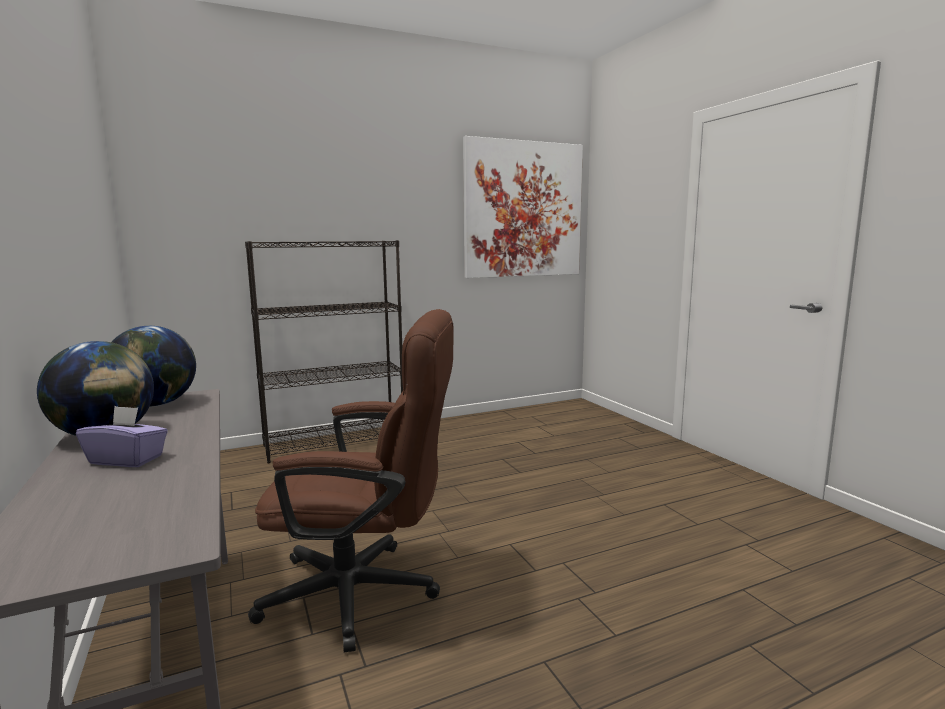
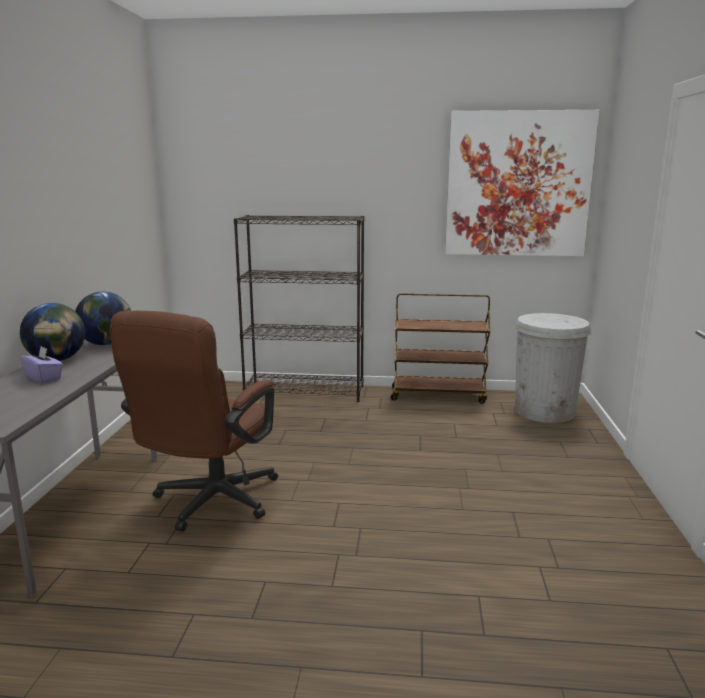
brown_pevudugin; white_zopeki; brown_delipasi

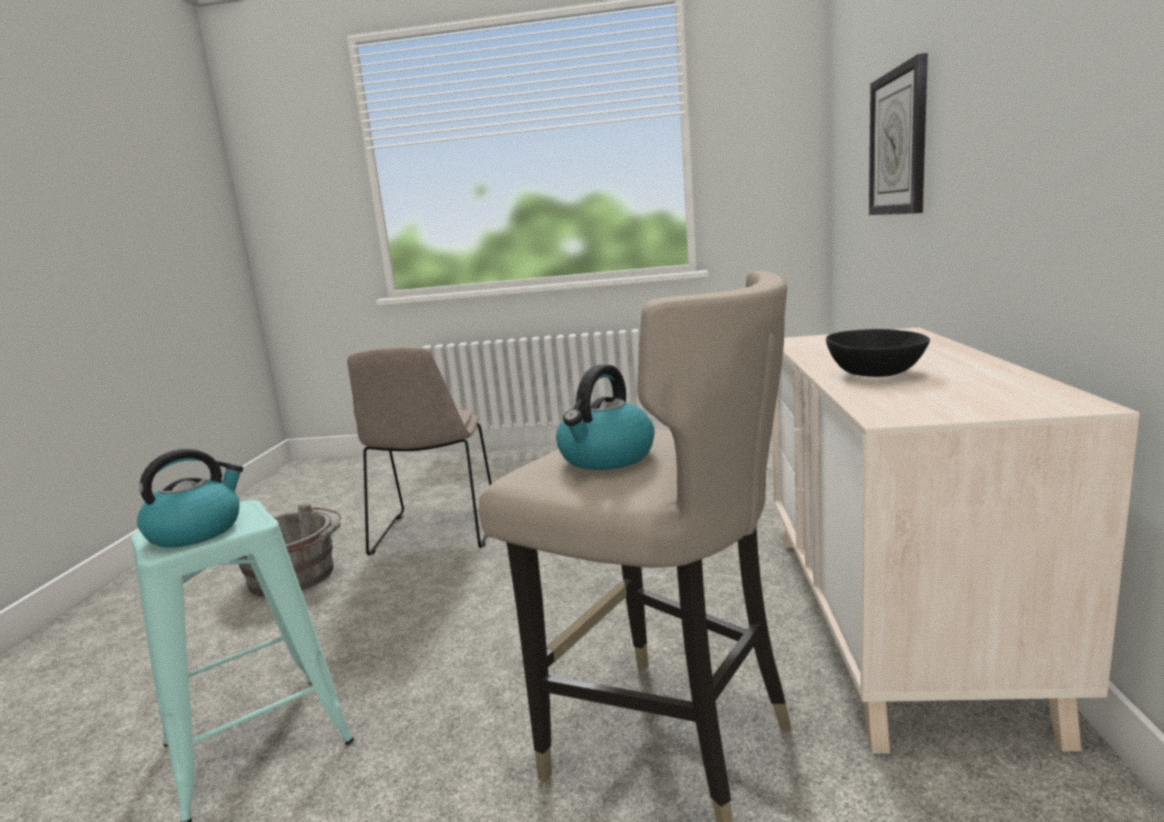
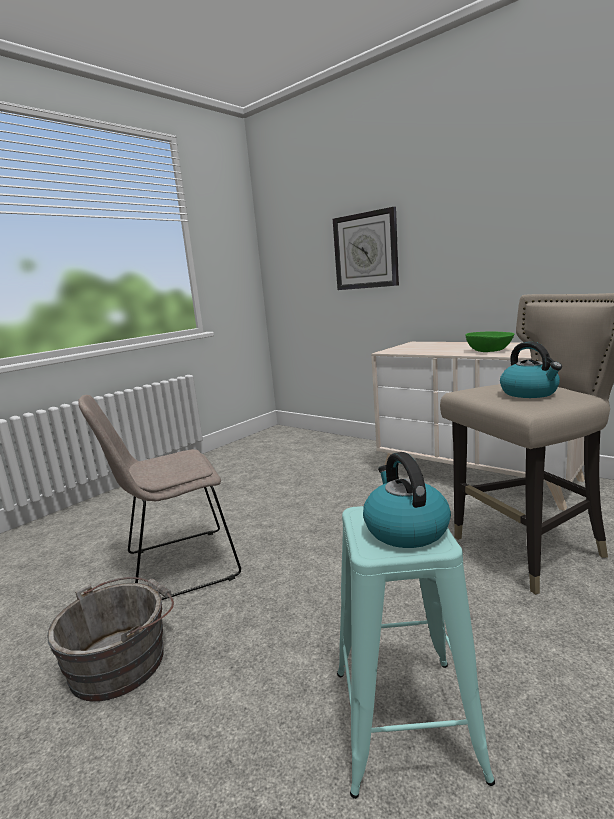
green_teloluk; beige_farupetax

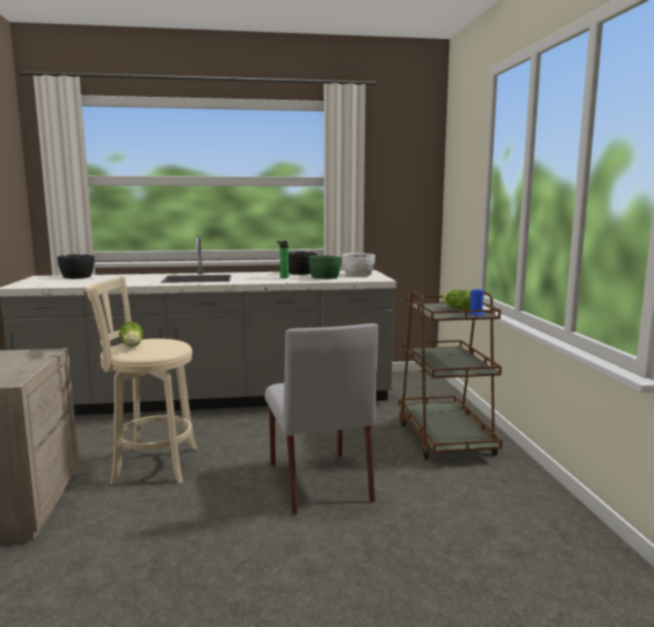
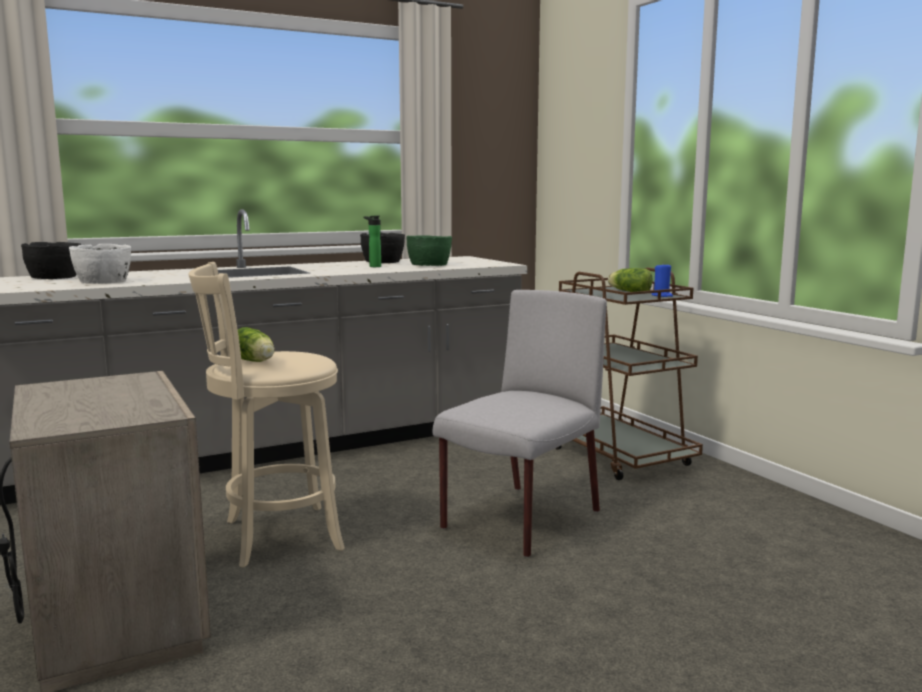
white_teloluk; grey_farupetax

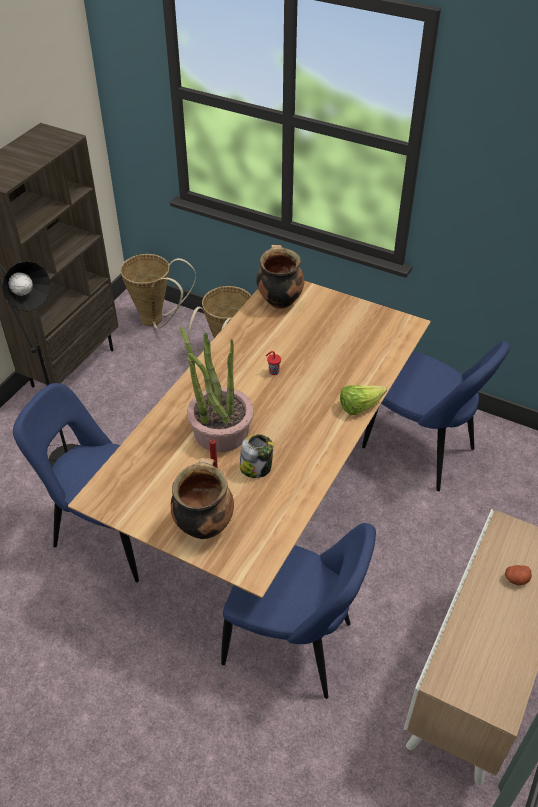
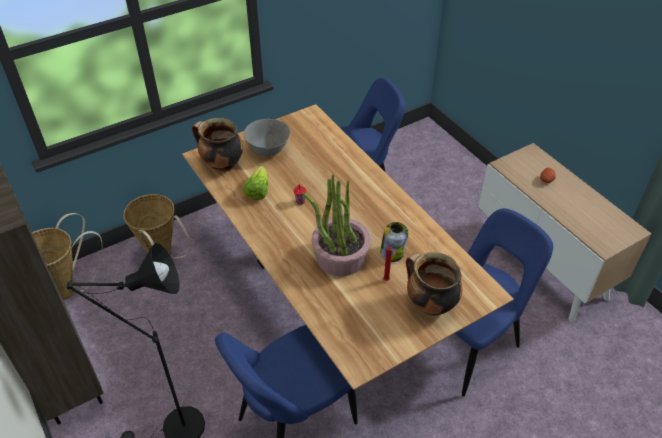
grey_teloluk; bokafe

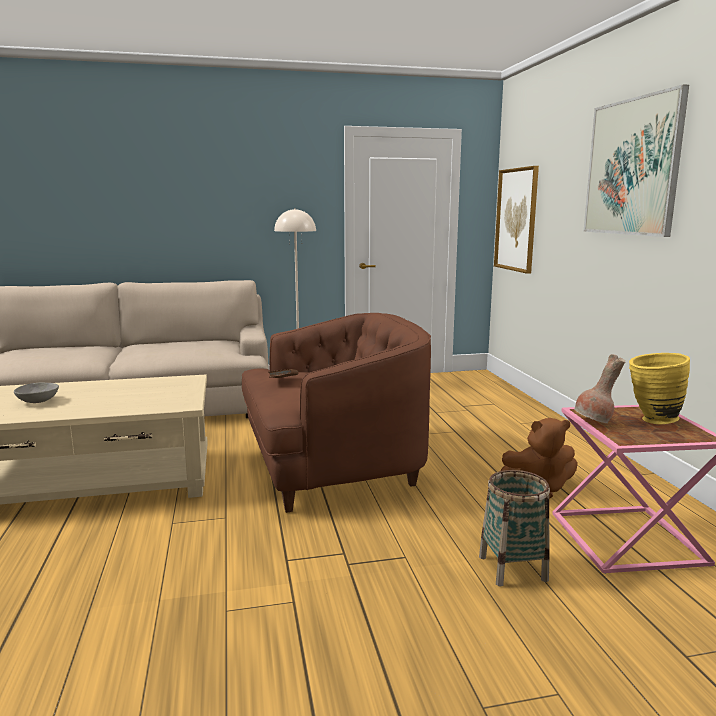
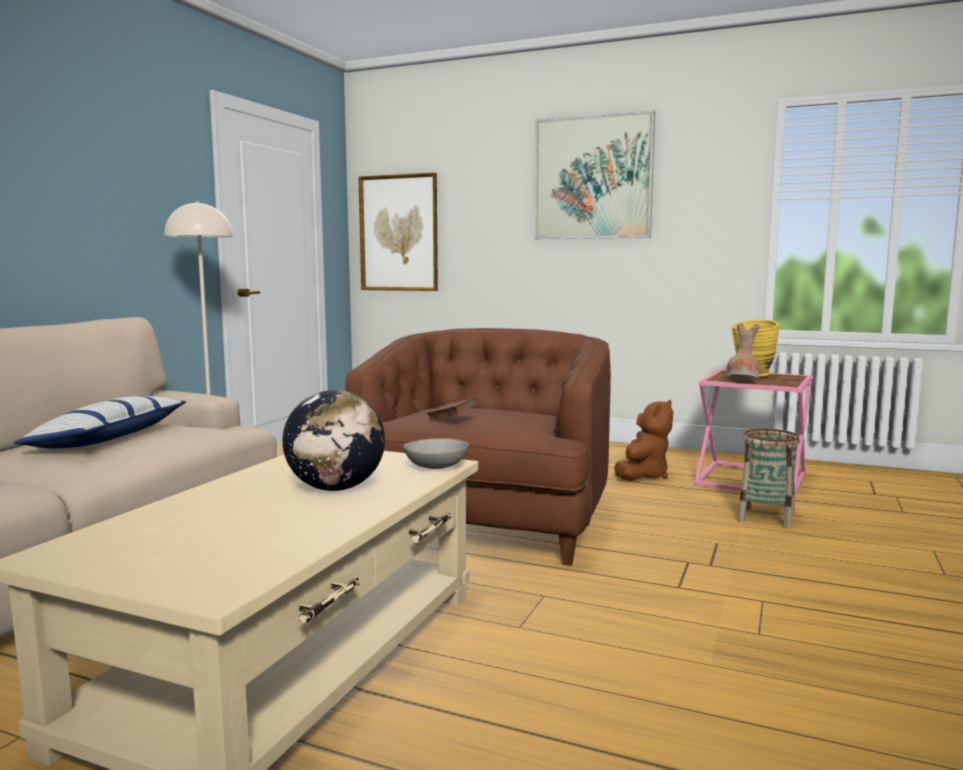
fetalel; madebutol; grey_teloluk

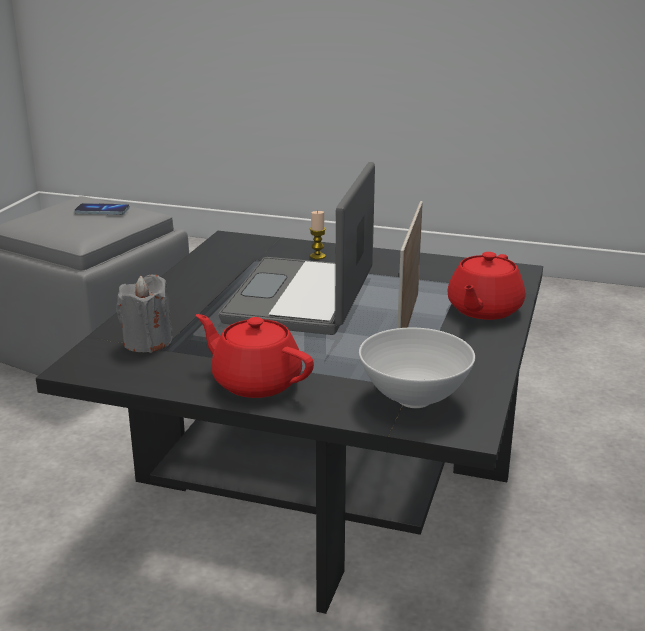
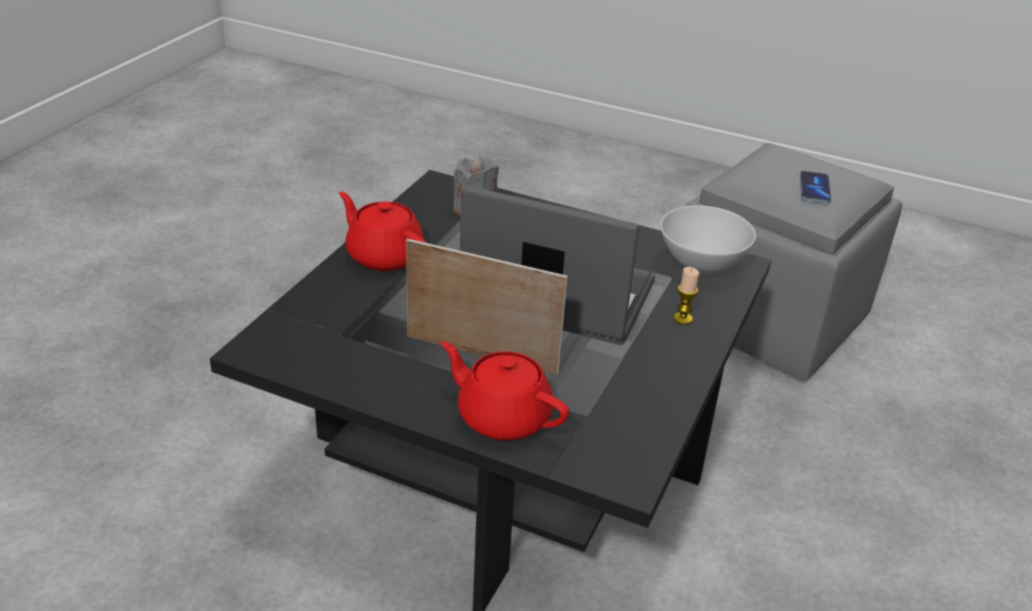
white_teloluk; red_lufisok (no. 1 from left)

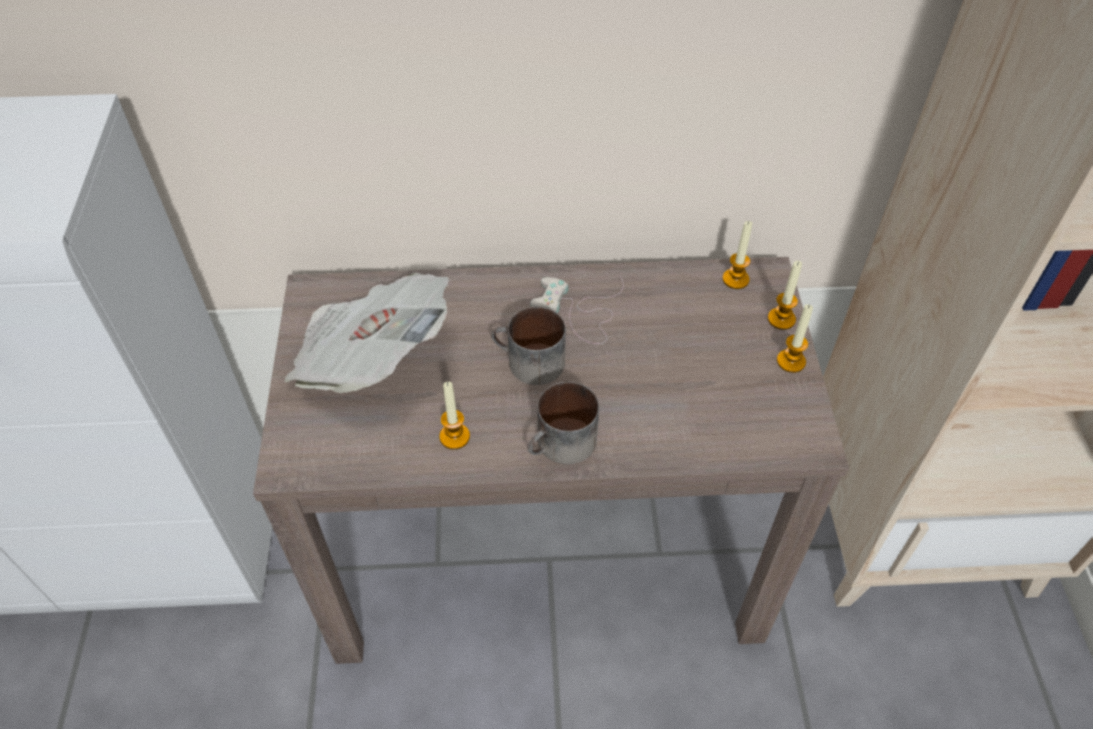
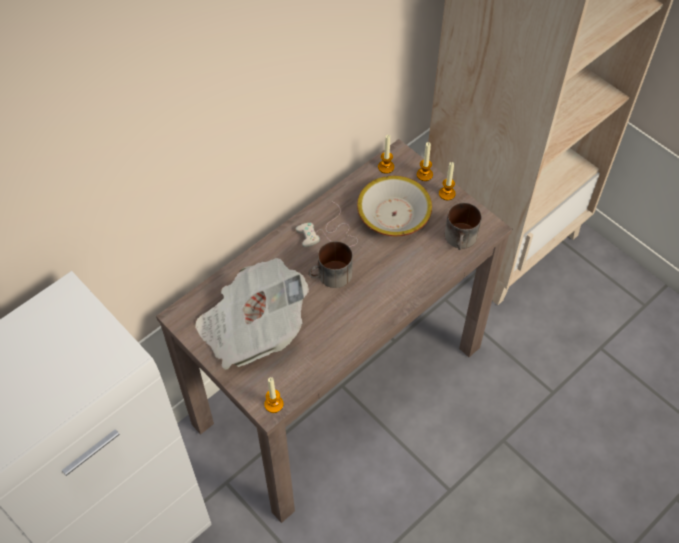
teloluk; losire (no. 1 from left); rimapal (no. 2 from left)

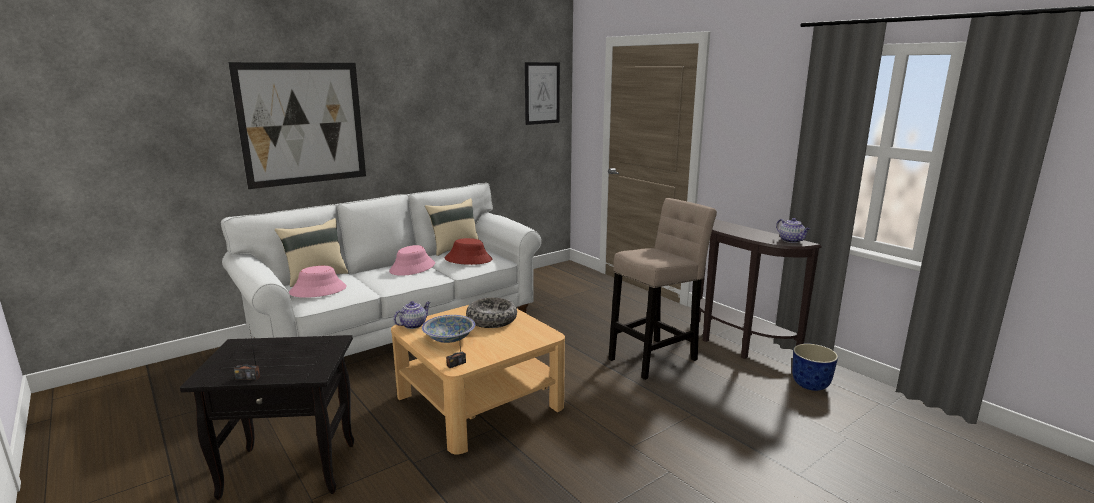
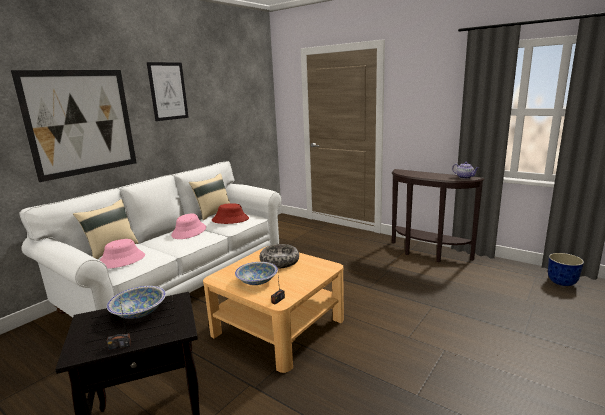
lufisok (no. 1 from left in the first image); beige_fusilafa; teloluk (no. 1 from left); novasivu (no. 2 from left); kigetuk

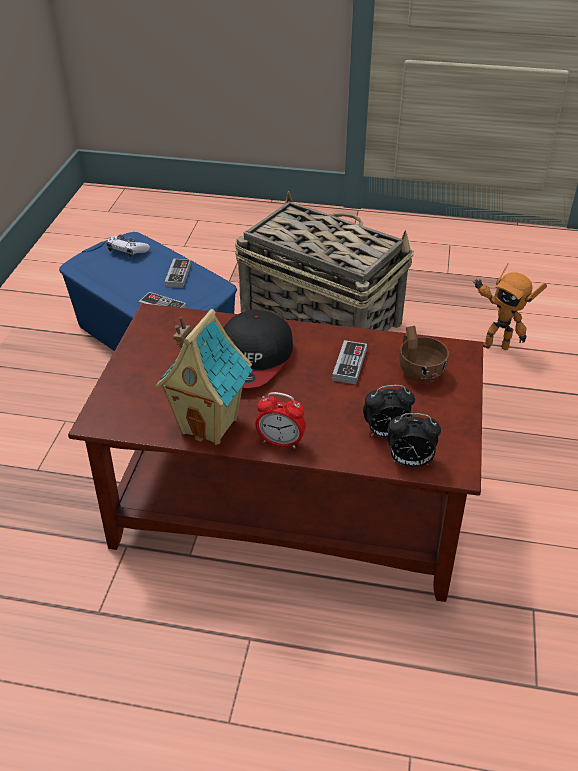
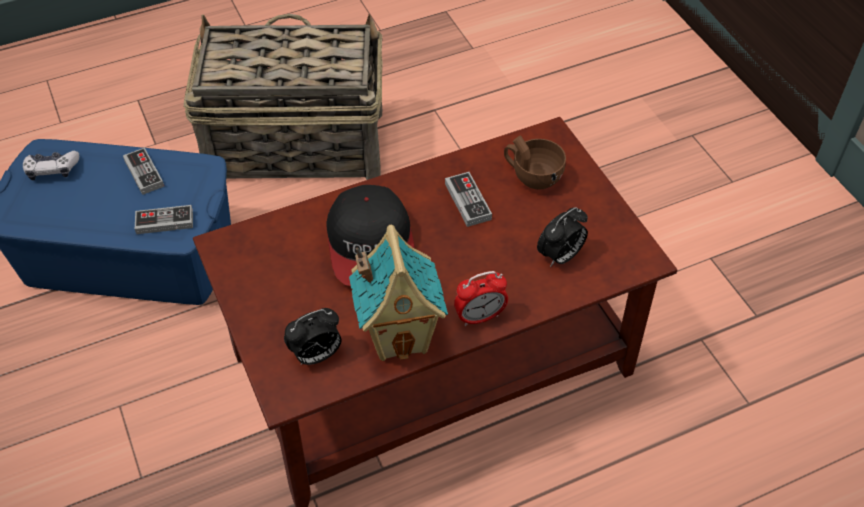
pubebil; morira (no. 1 from left)

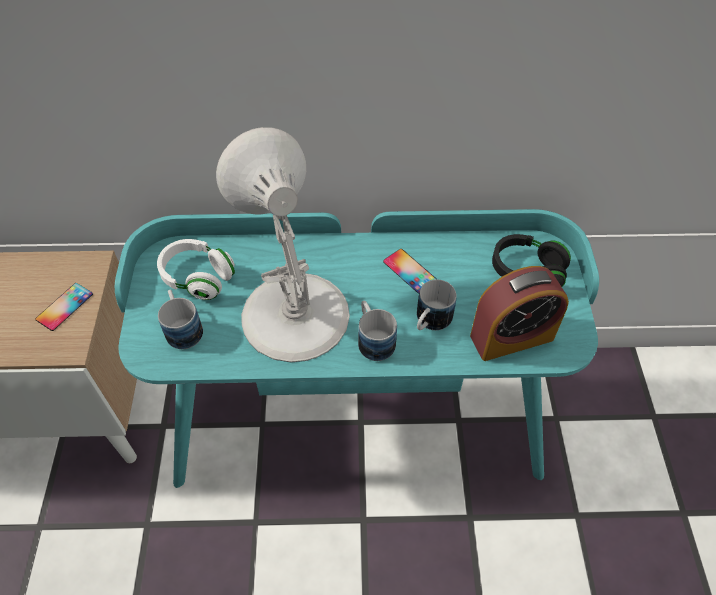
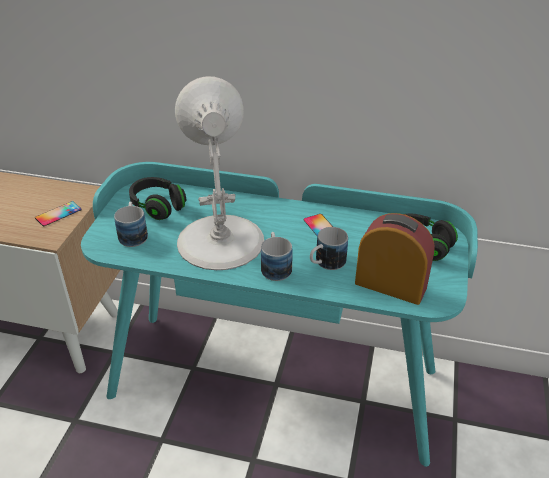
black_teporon (no. 1 from left); morira

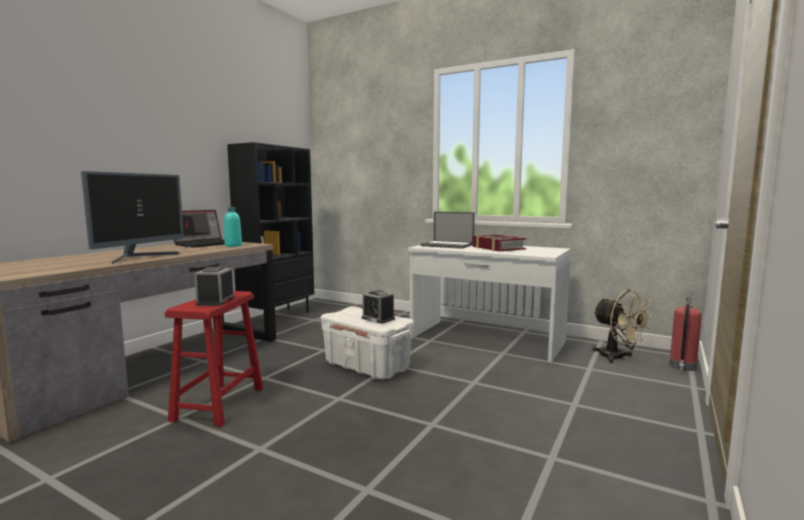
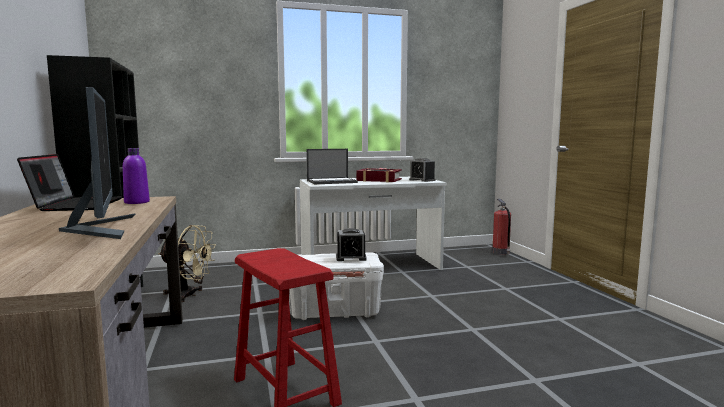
morira (no. 2 from left); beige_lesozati; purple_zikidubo

